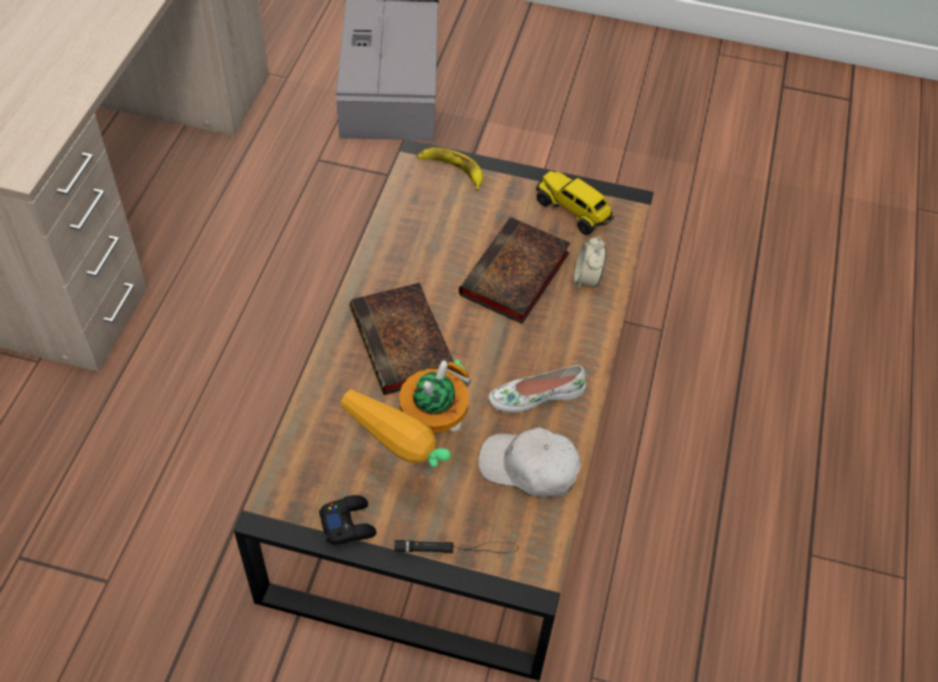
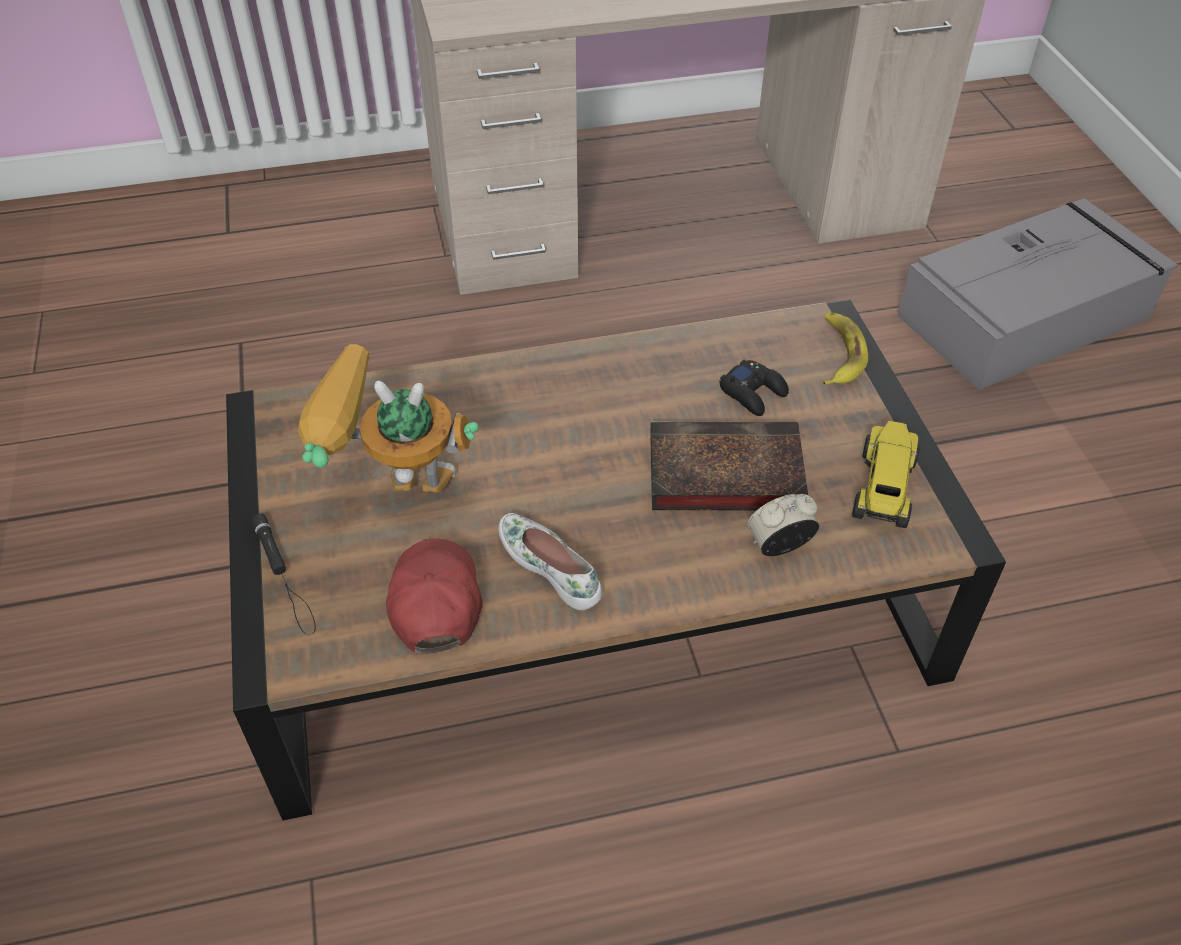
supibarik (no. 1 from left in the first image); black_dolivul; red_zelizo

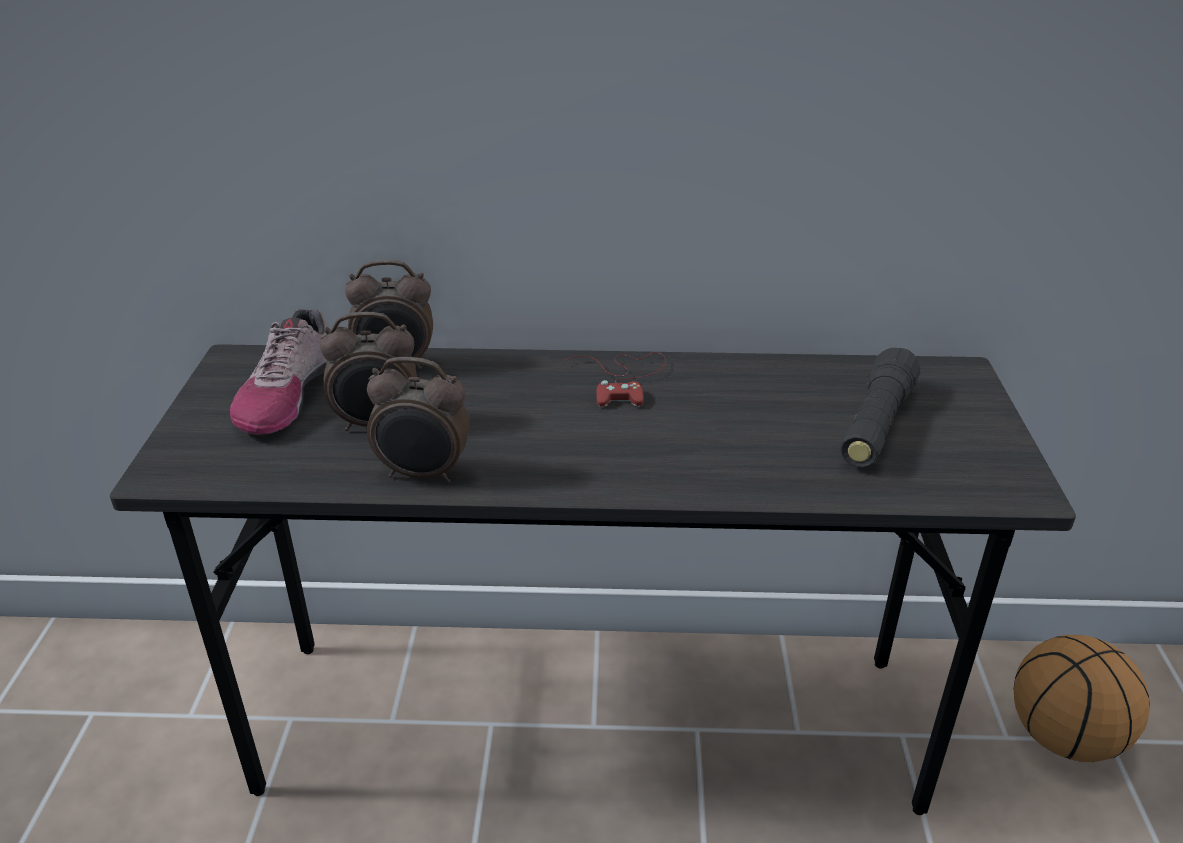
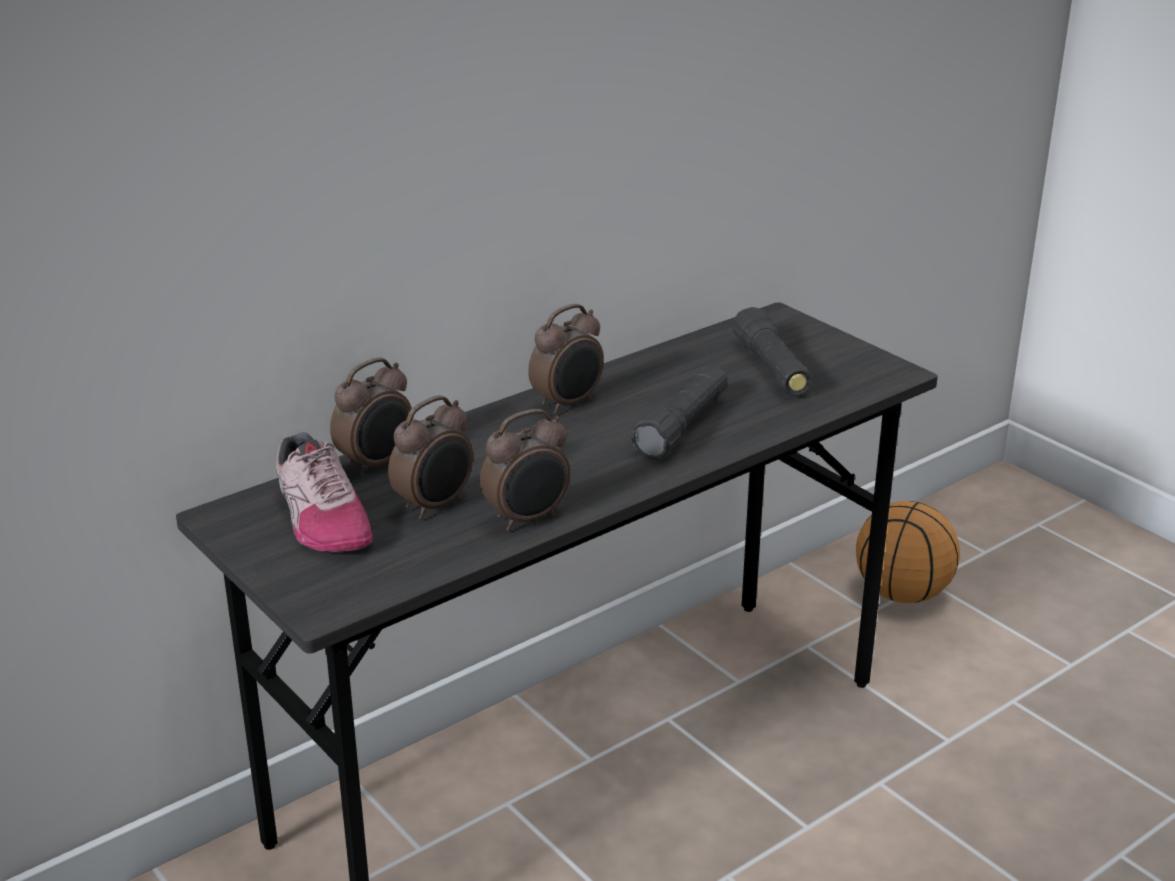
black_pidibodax (no. 1 from left); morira (no. 4 from left)

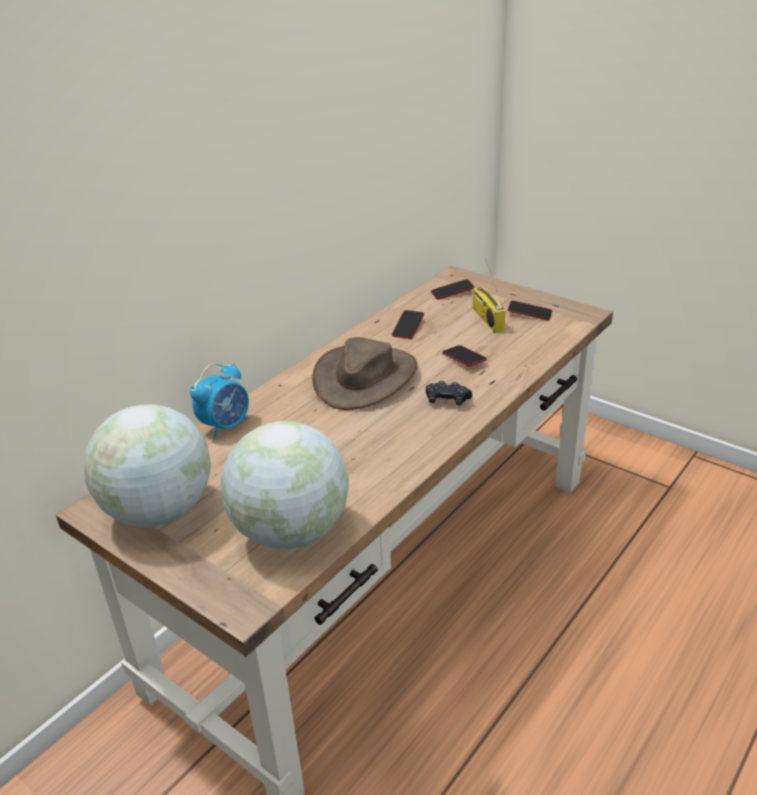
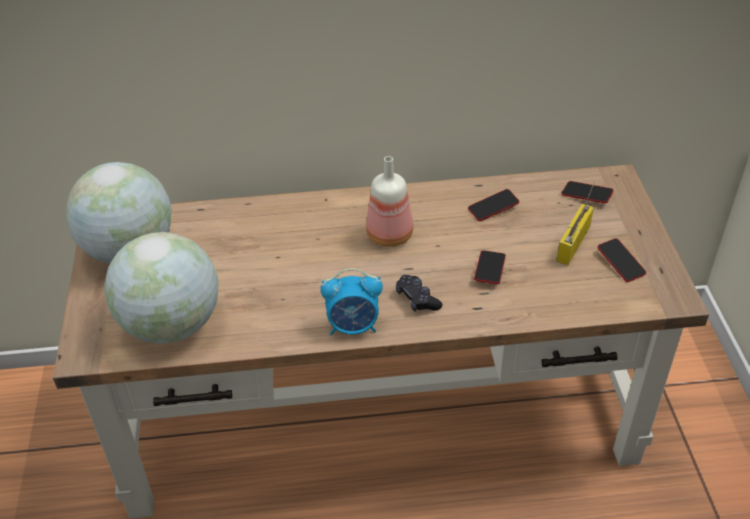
morira; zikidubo

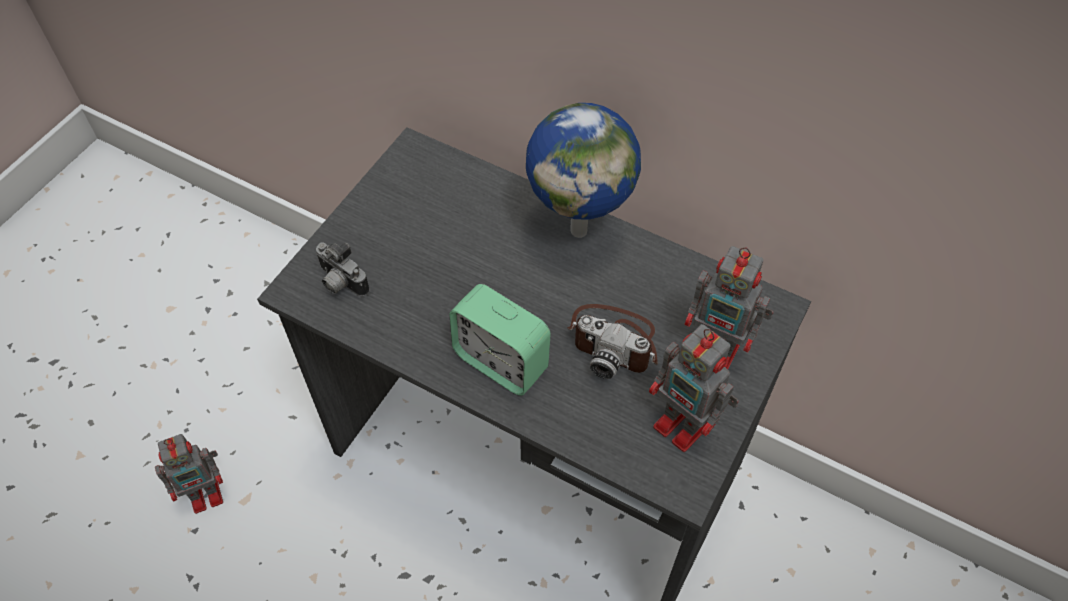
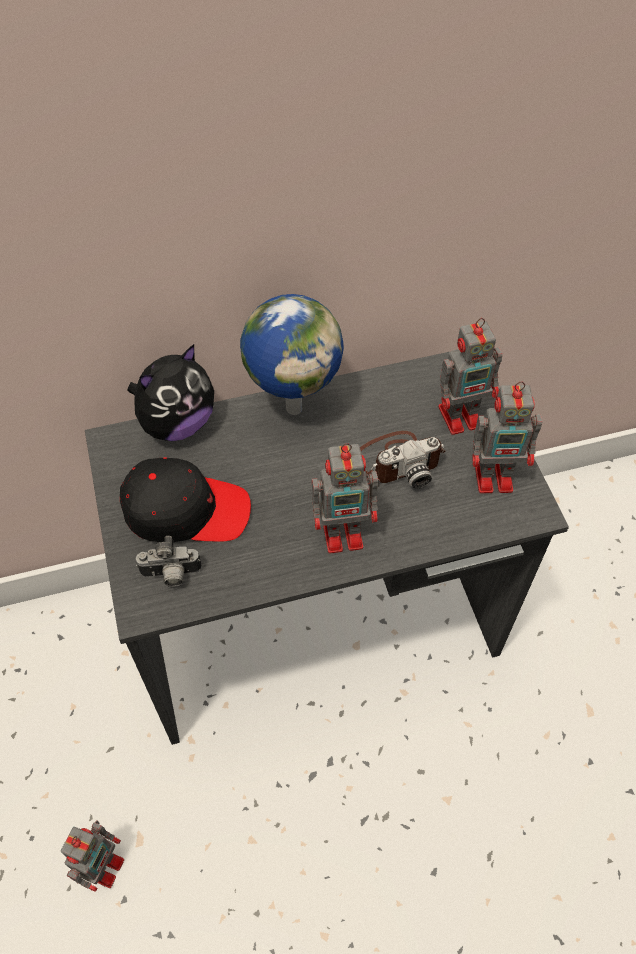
black_zelizo; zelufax; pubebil (no. 2 from left)

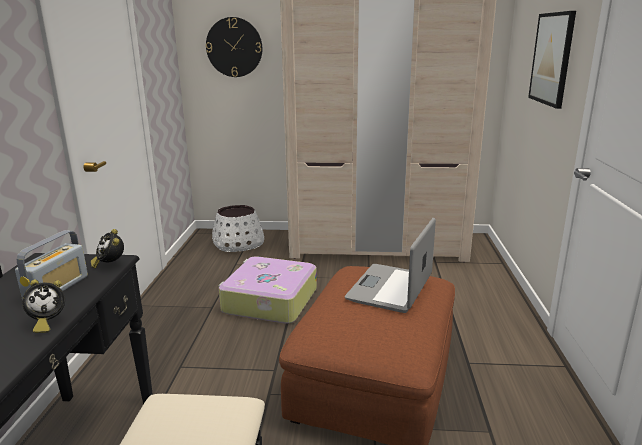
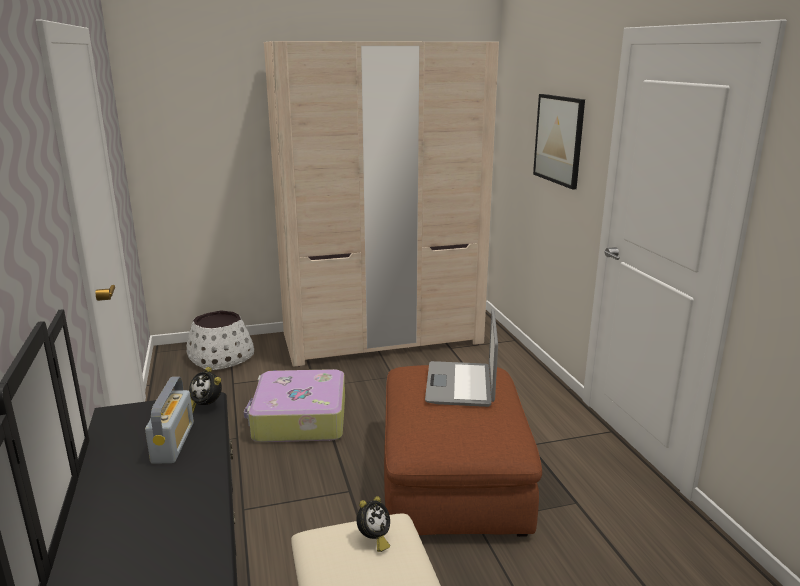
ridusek; morira (no. 2 from left)

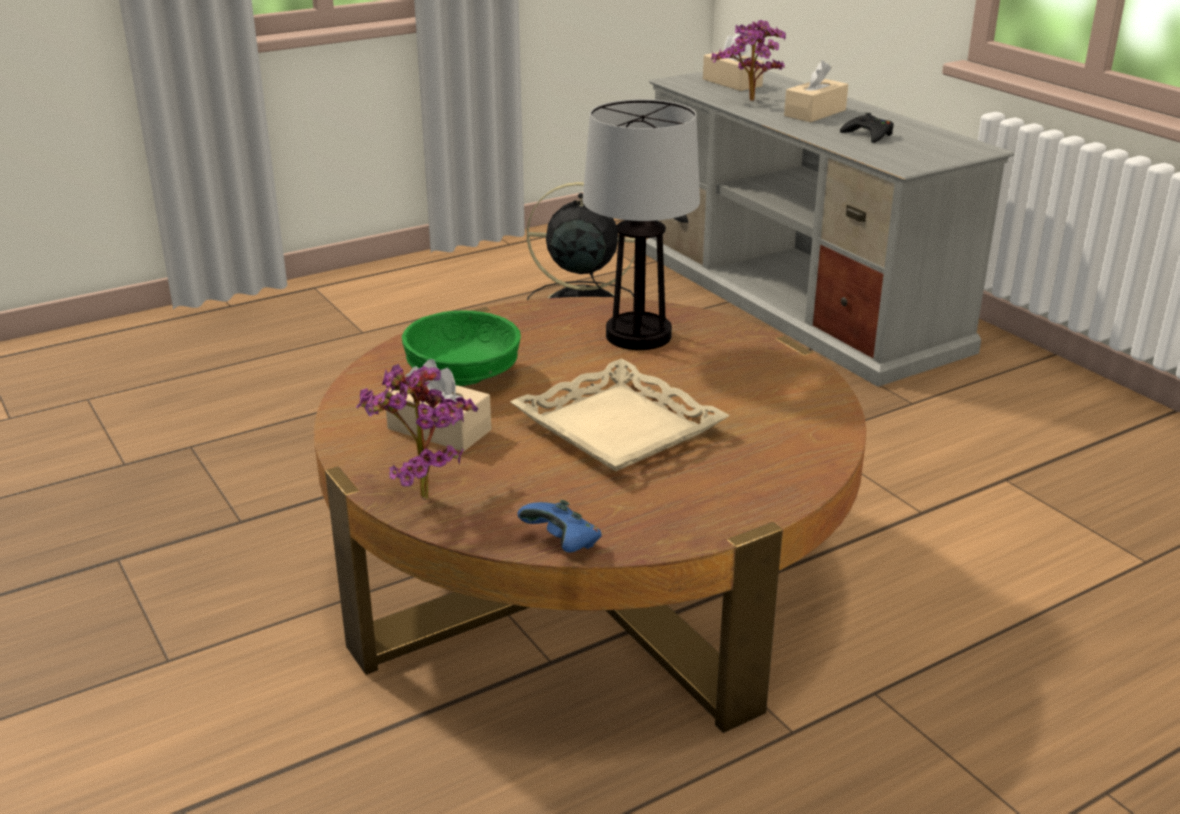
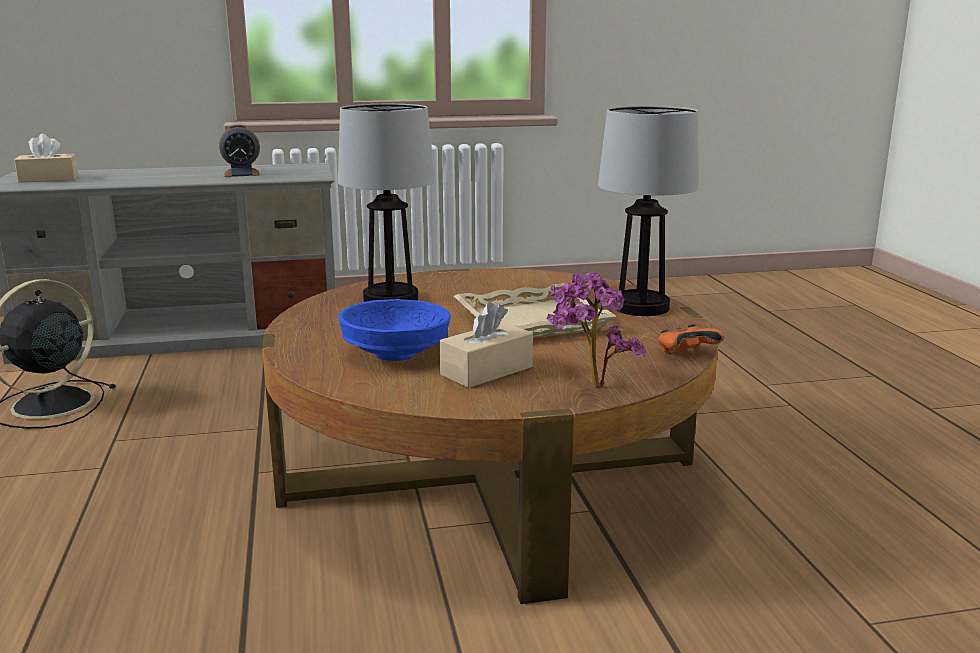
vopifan (no. 2 from left in the first image); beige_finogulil (no. 3 from left in the first image); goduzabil (no. 2 from left); morira; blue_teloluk; orange_dolivul

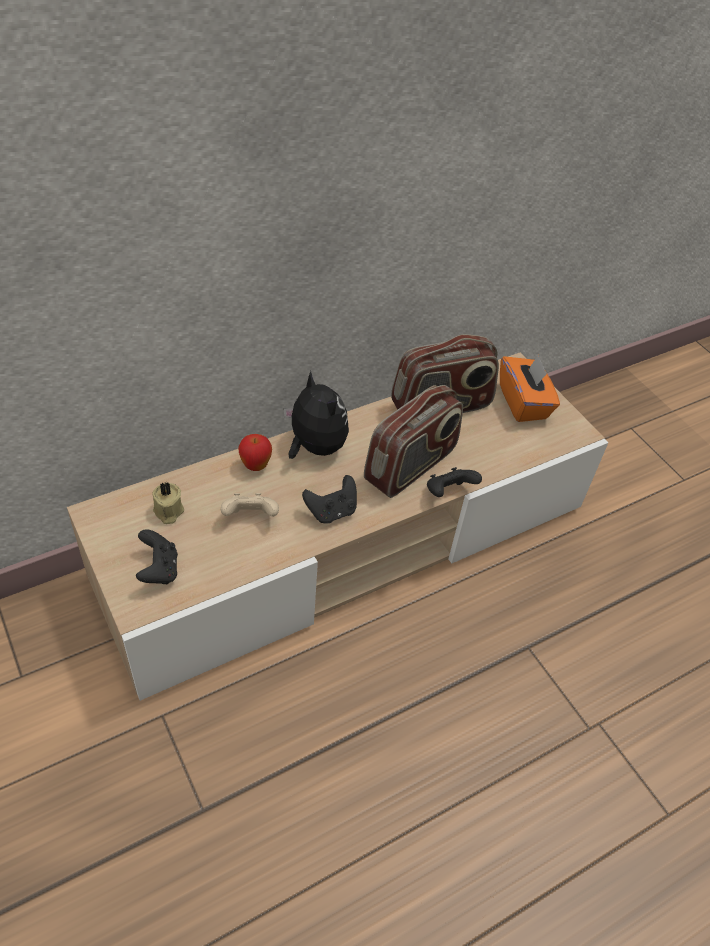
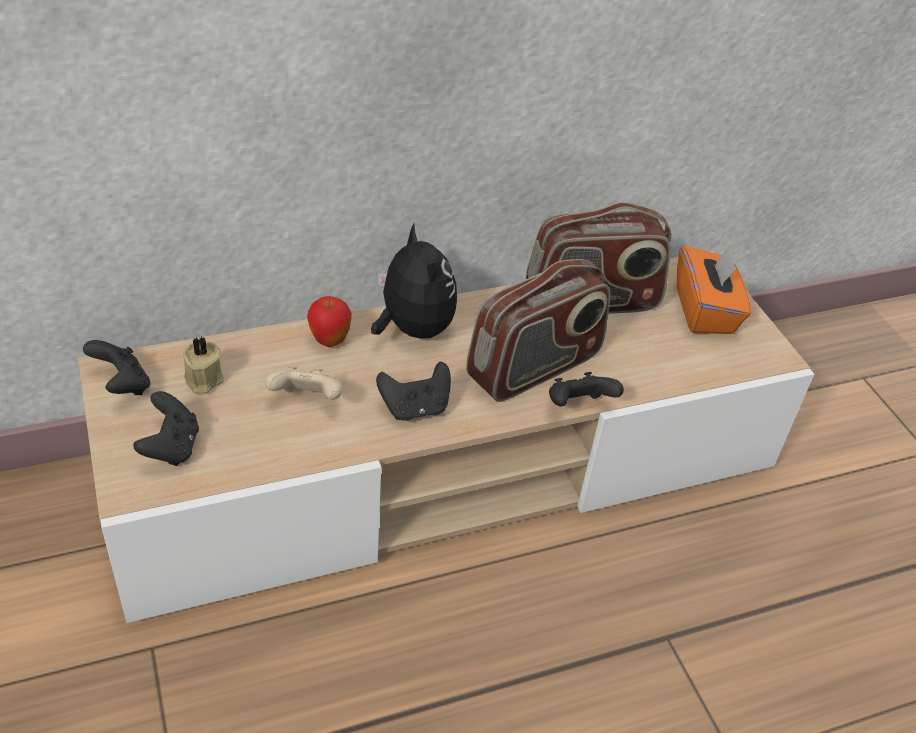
black_dolivul (no. 1 from left)

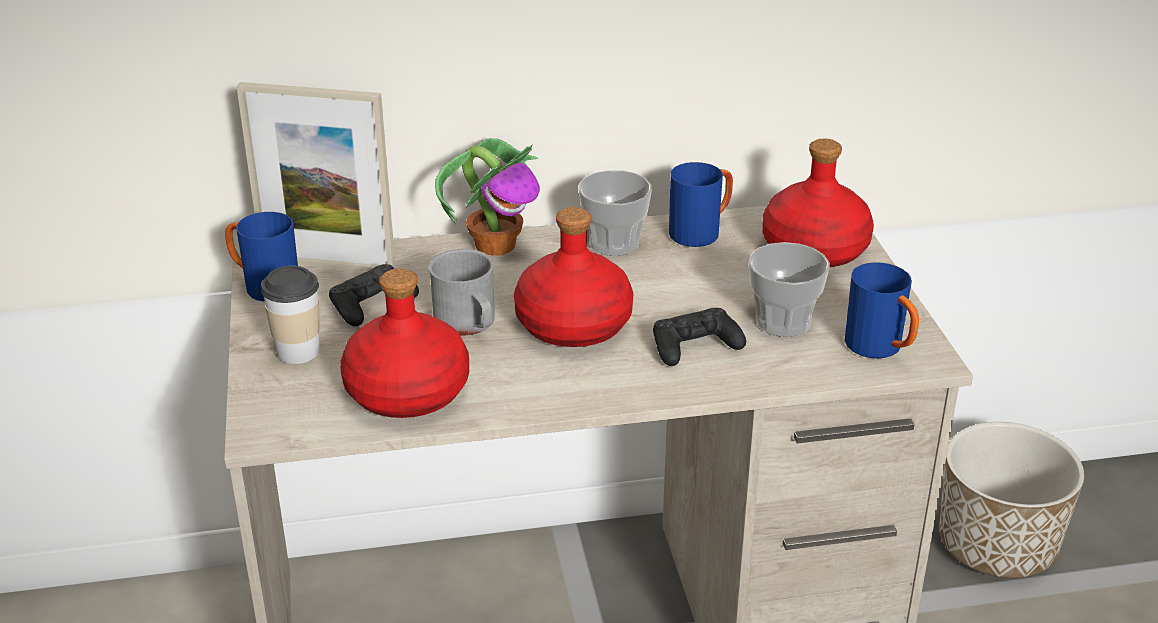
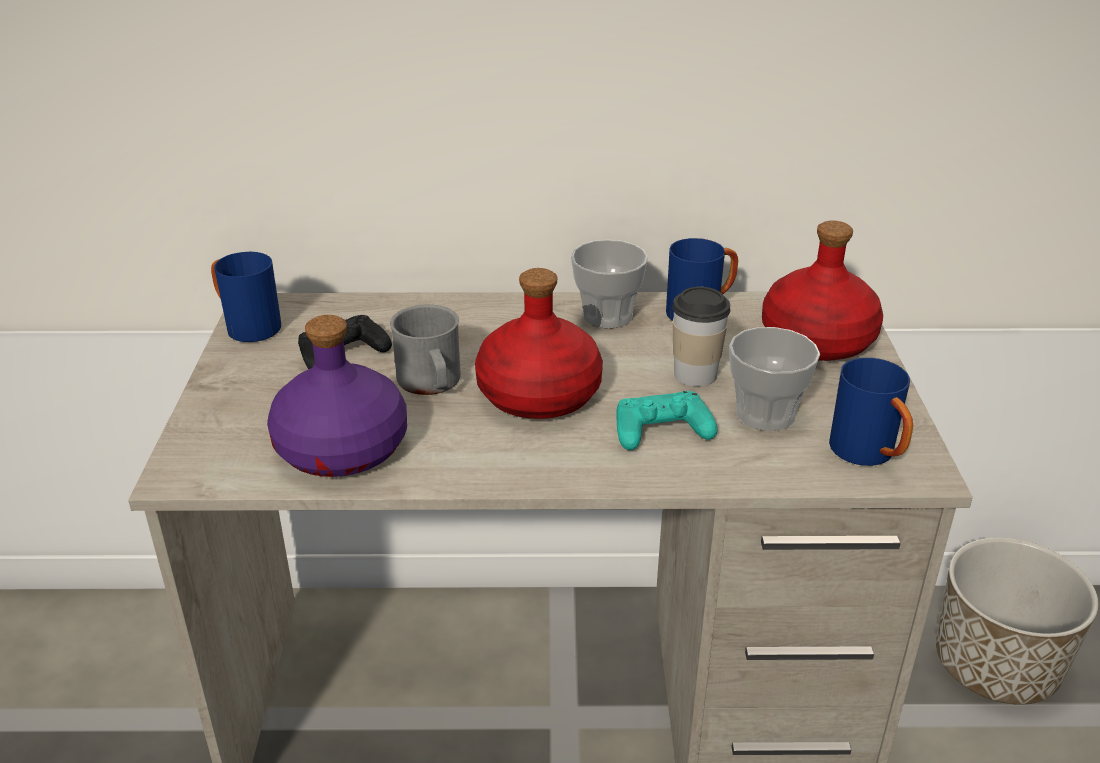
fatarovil; vopifan; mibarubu (no. 2 from left); purple_zikidubo; turquoise_dolivul

